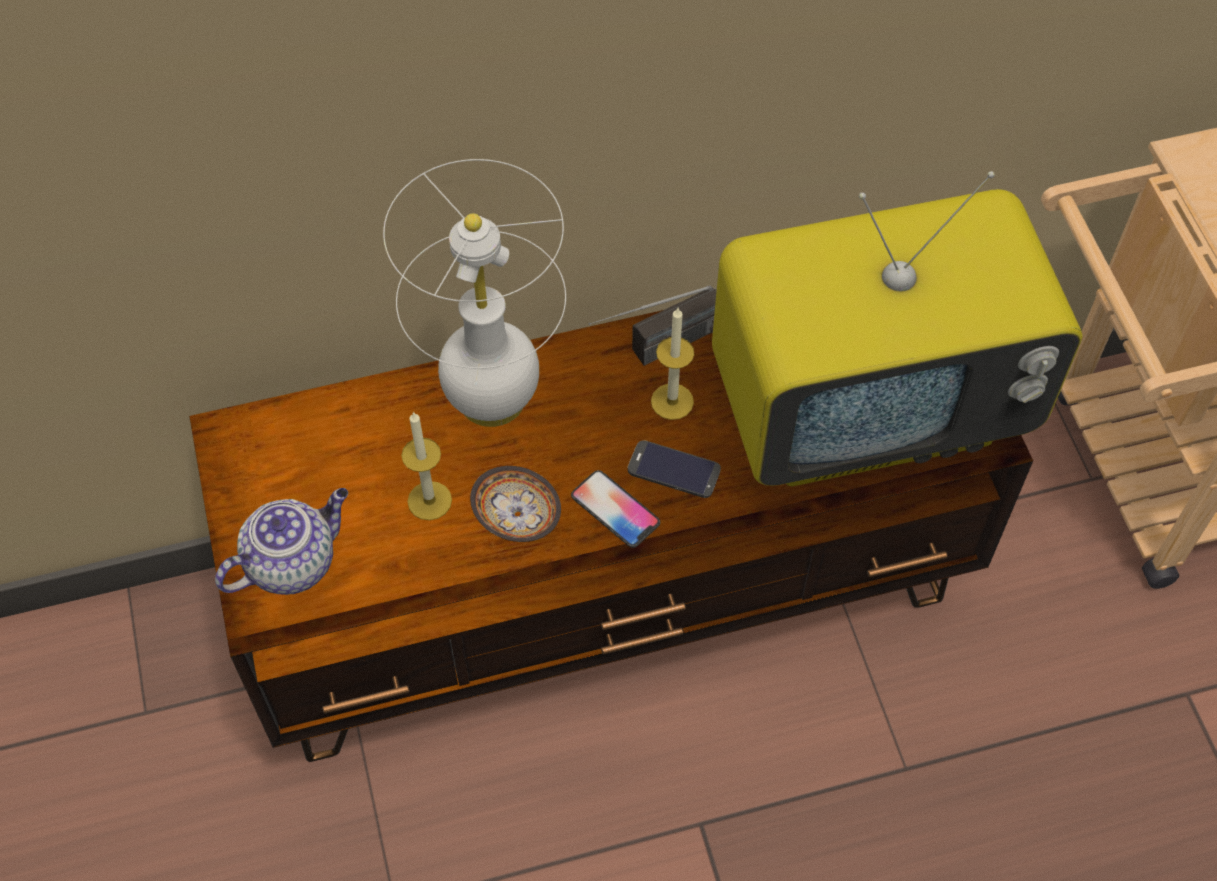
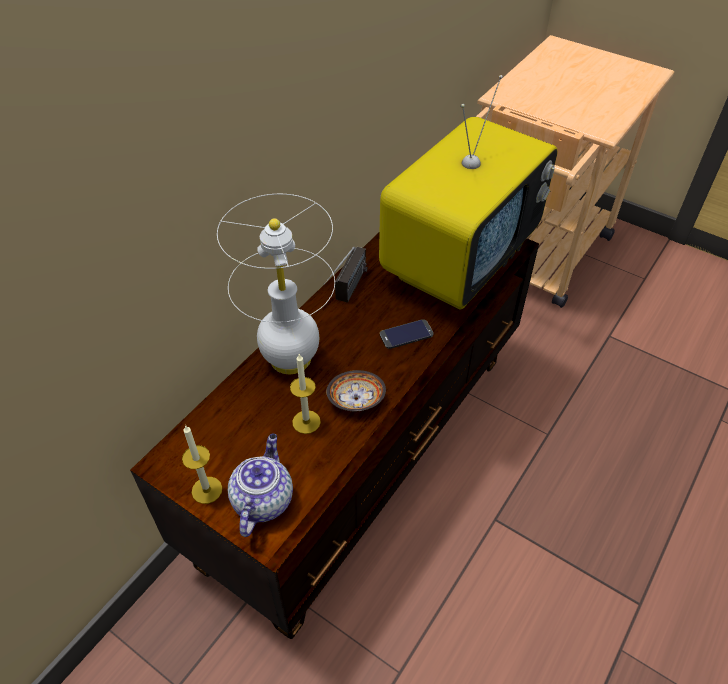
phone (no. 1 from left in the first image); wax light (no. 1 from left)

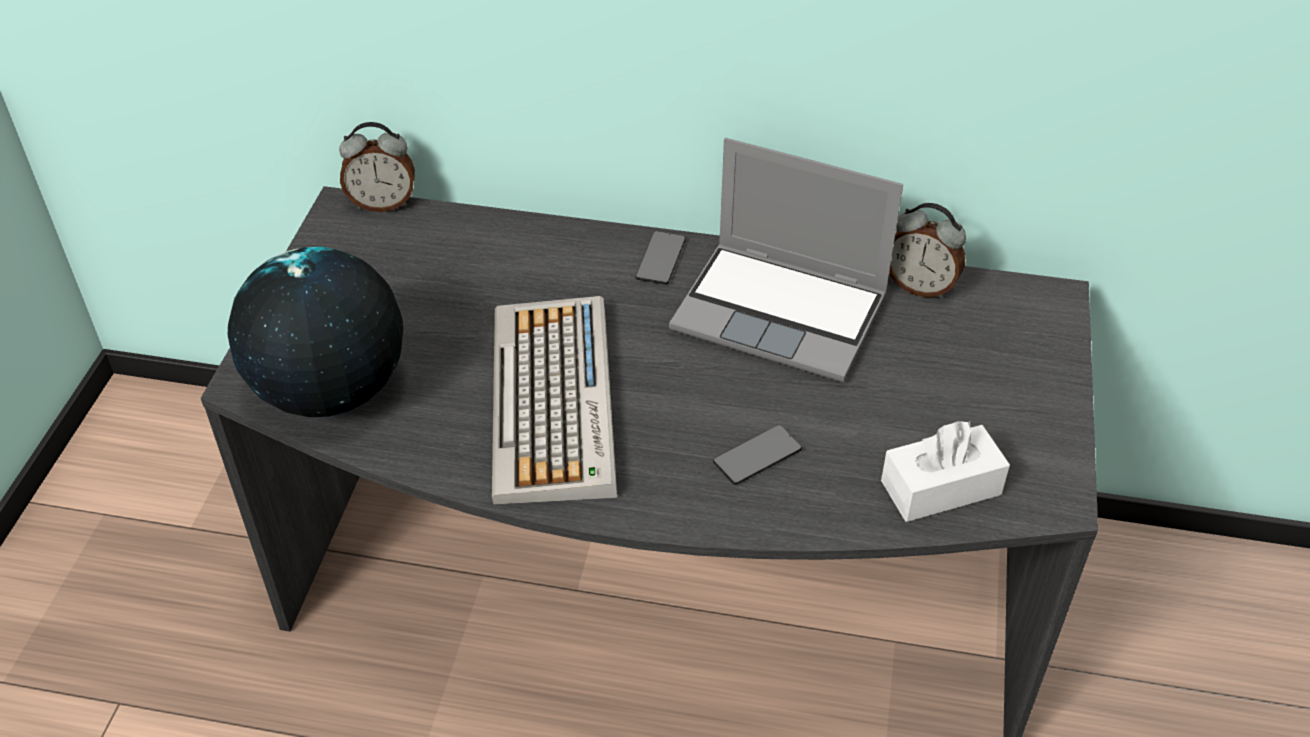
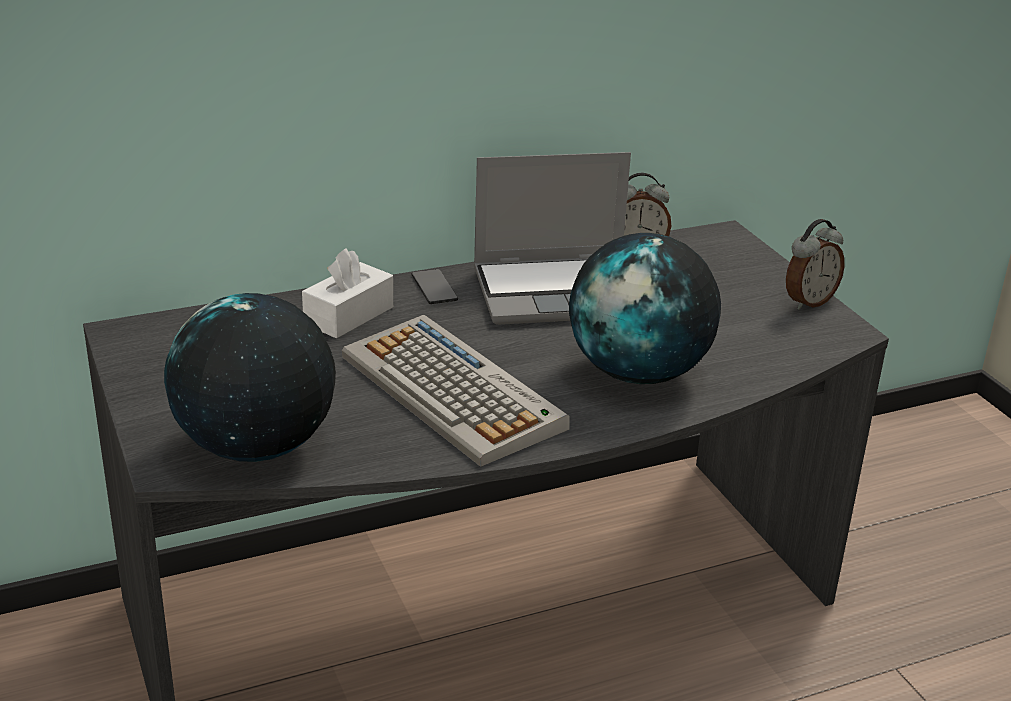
bedside clock (no. 2 from left); tissue holder in whitish; world globe (no. 2 from left)

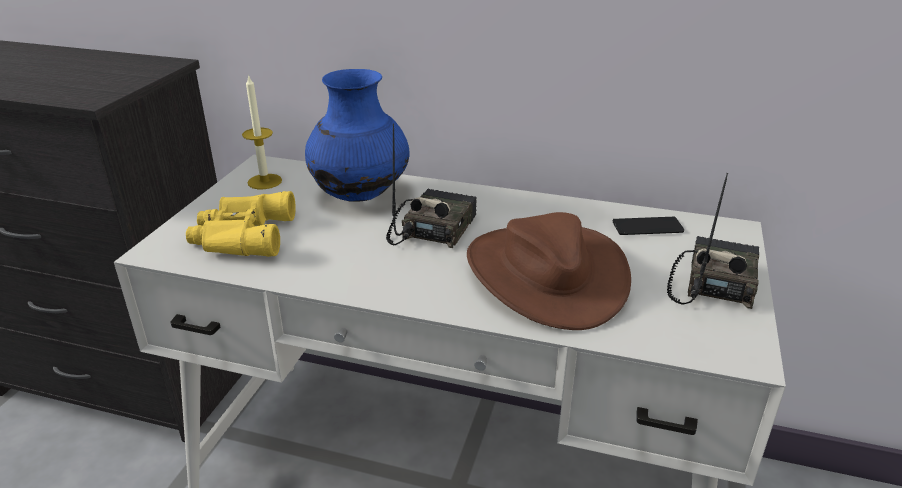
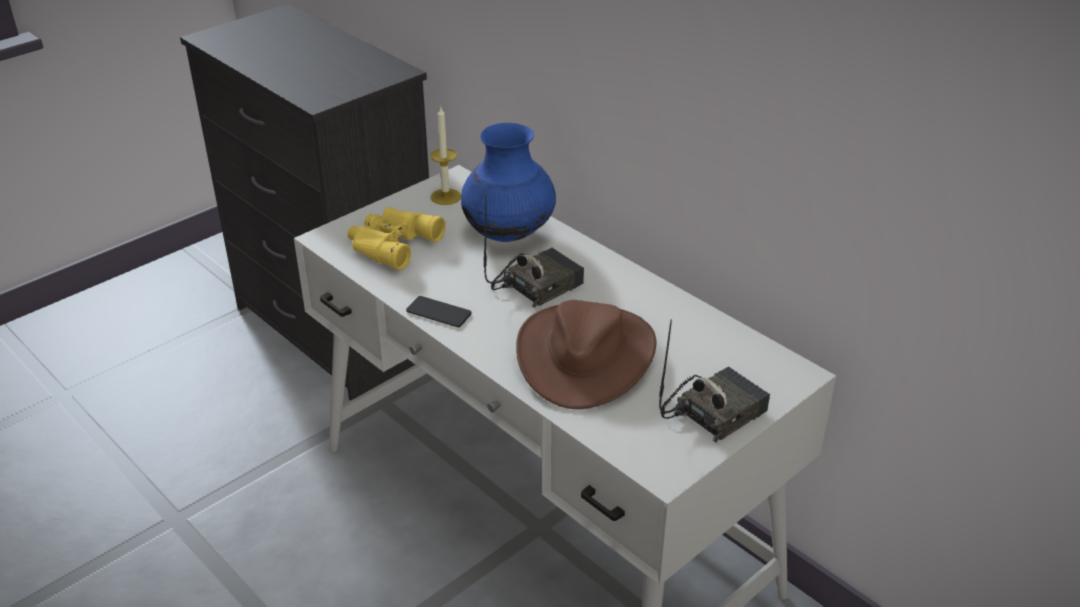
phone

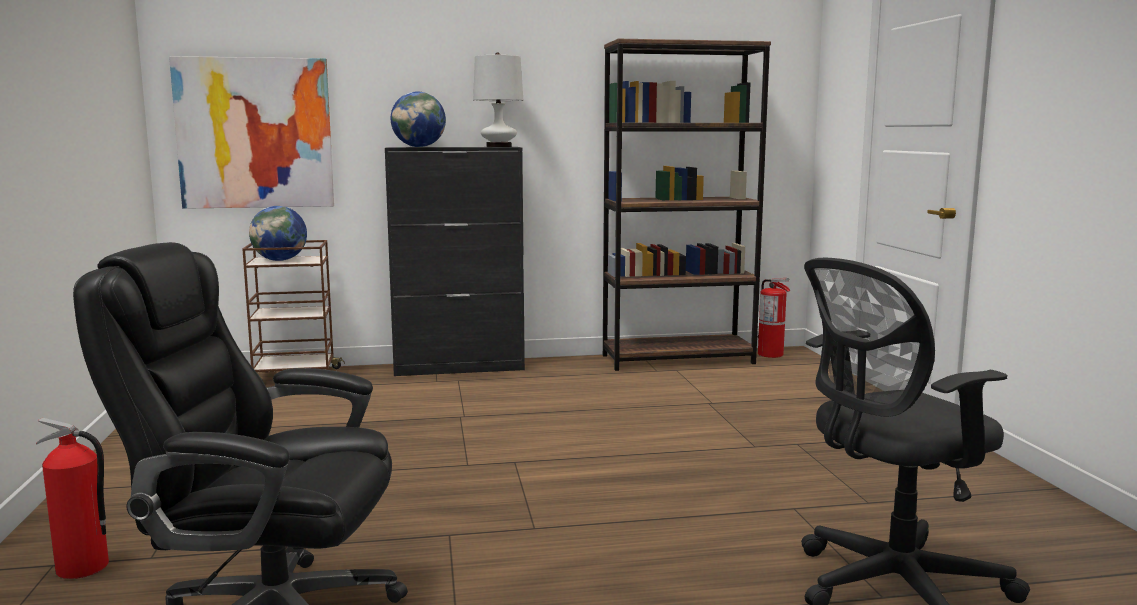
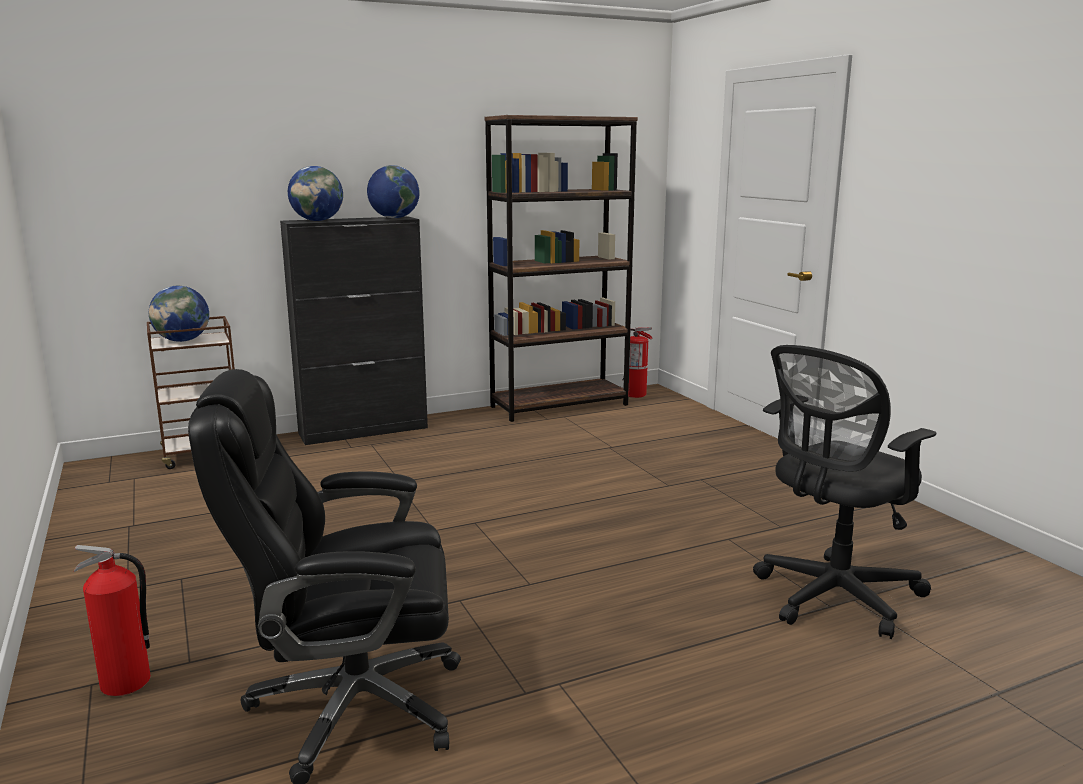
wall picture; world globe (no. 3 from left)

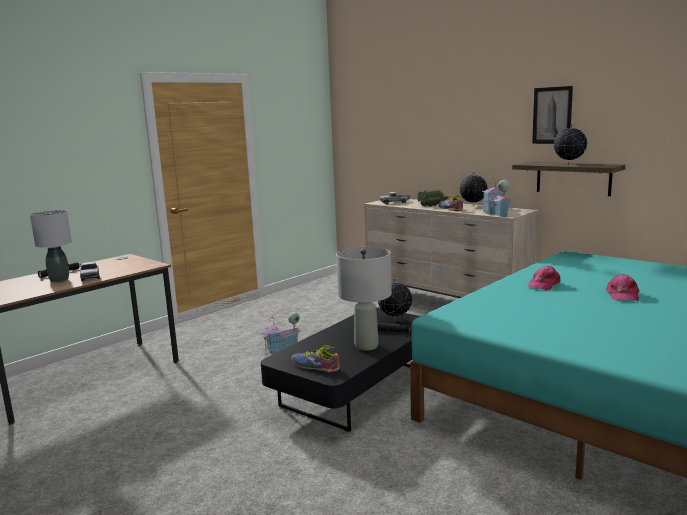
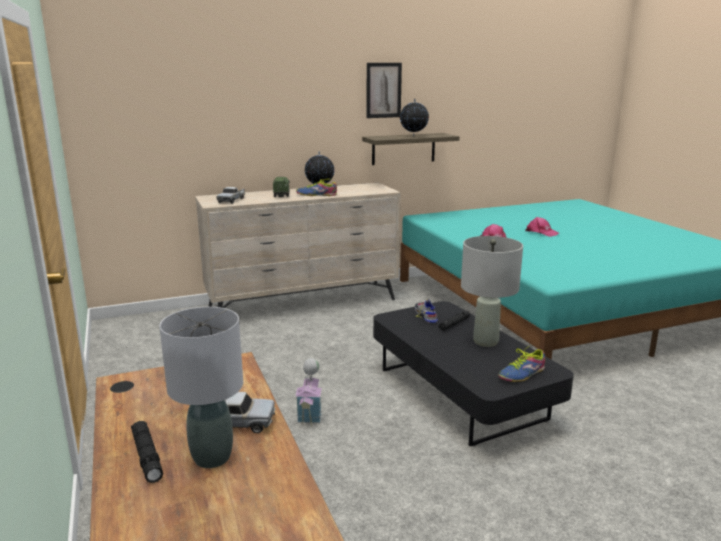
miniature house (no. 2 from left in the first image); low shoe (no. 2 from left)

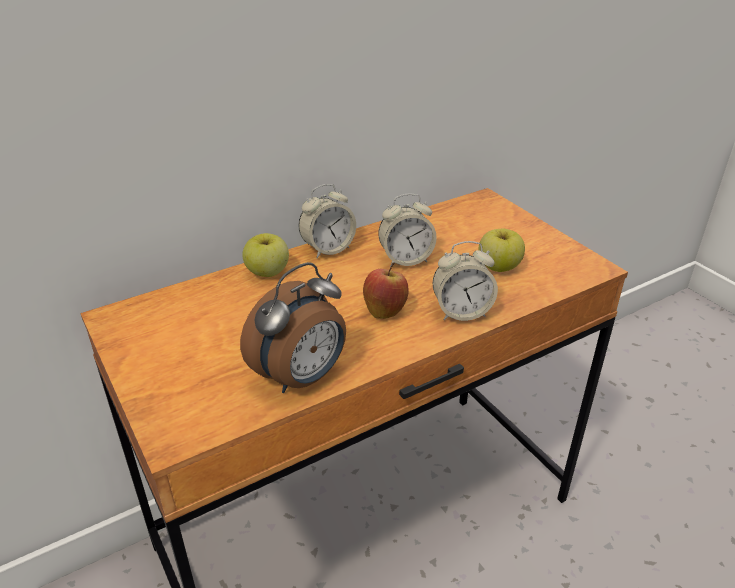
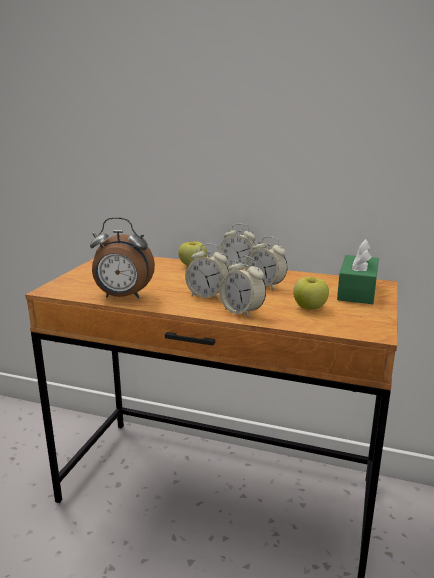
tissue holder in green-coloured; bedside clock (no. 2 from left)

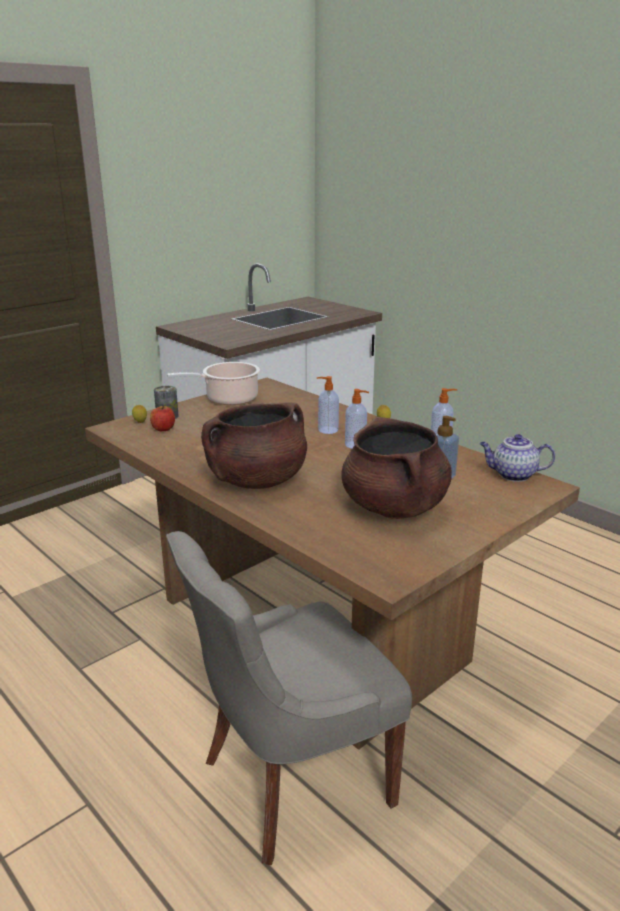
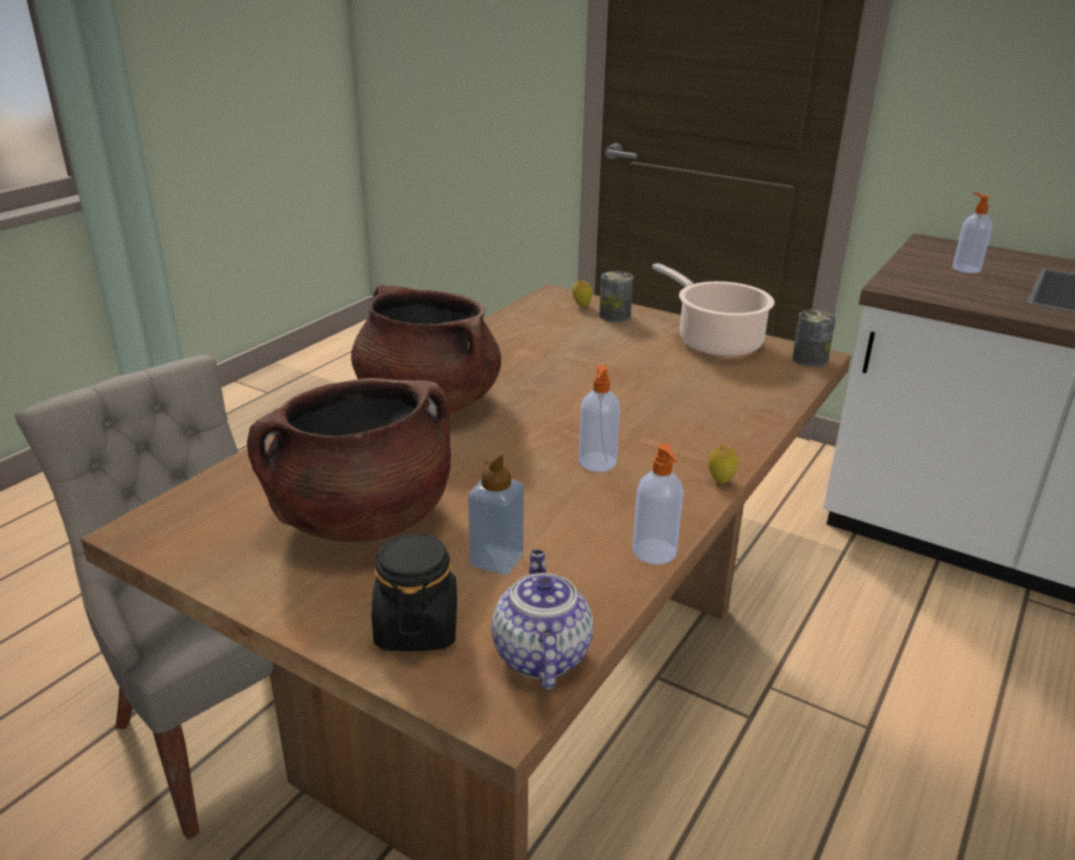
apple fruit; jar in black; can (no. 2 from left); soap dispenser (no. 4 from left)

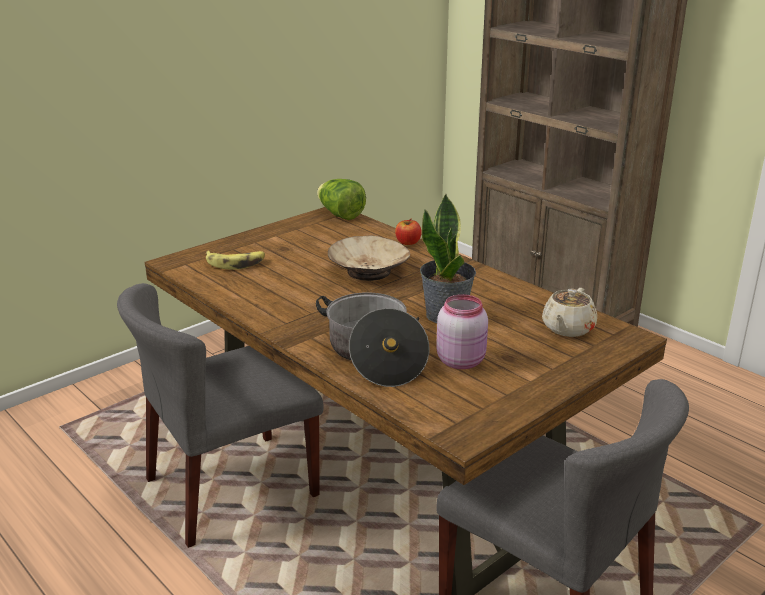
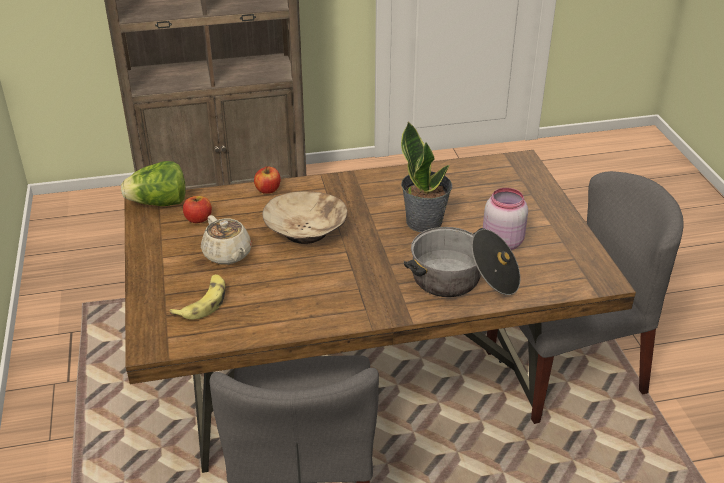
apple fruit (no. 1 from left); tea pot in beige-coloured

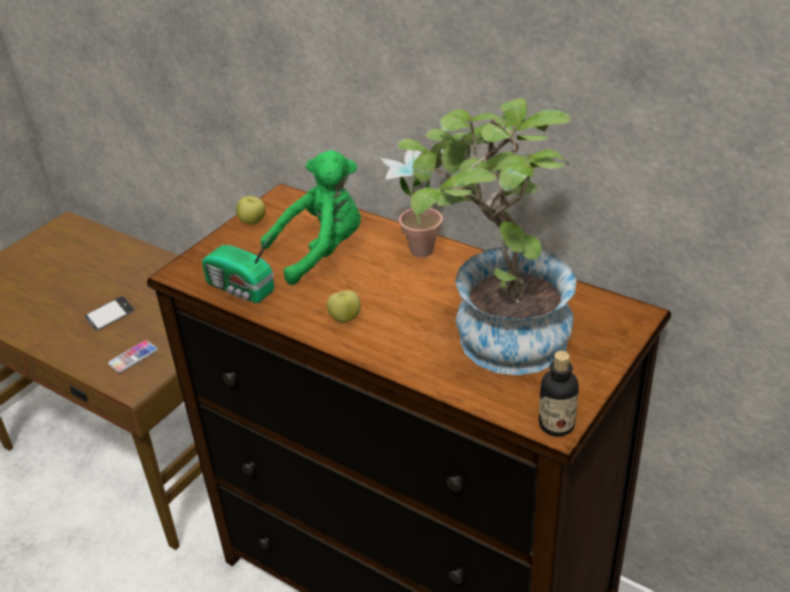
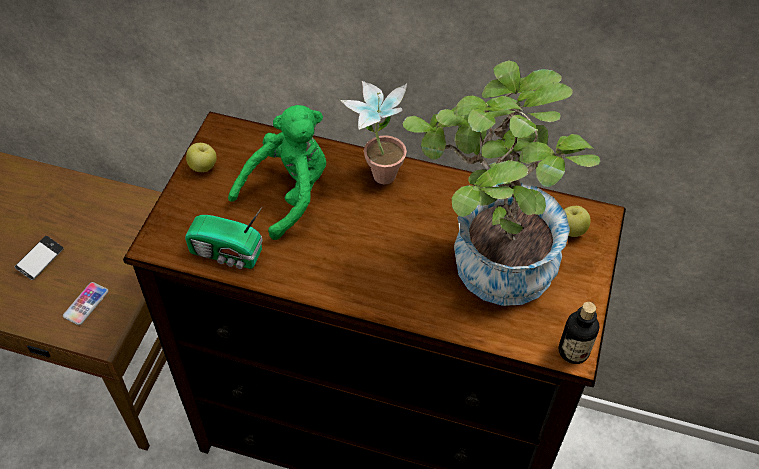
apple fruit (no. 2 from left)

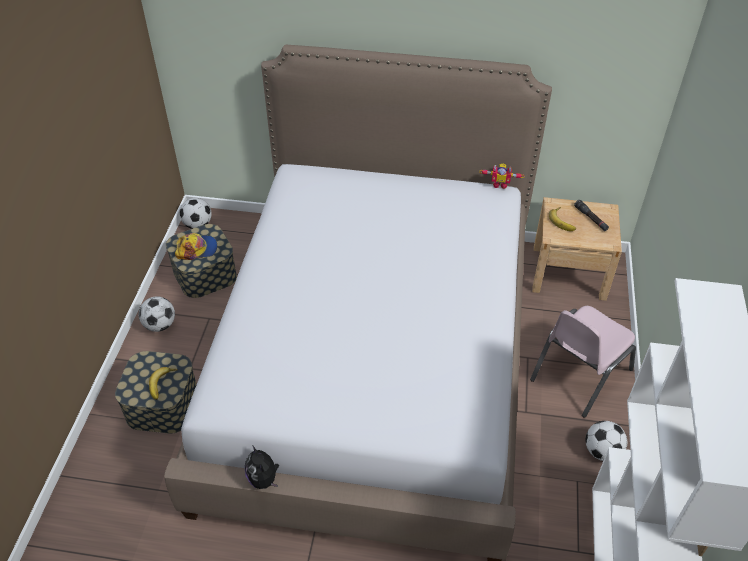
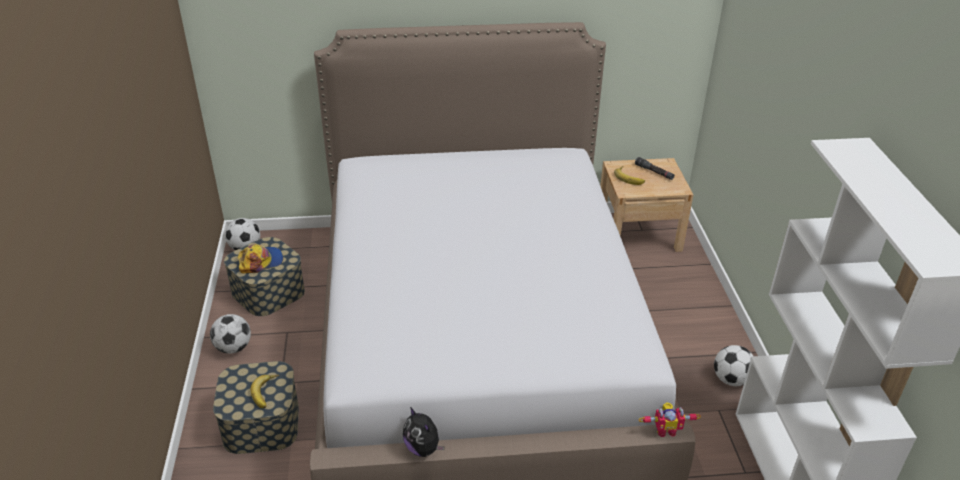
chair in pinkish; robot figure

